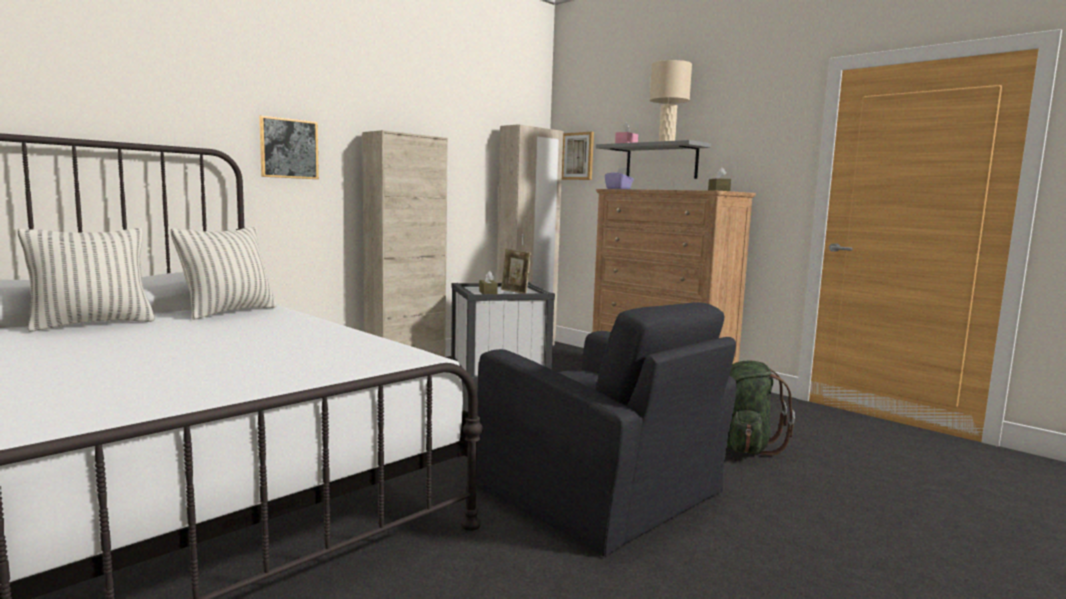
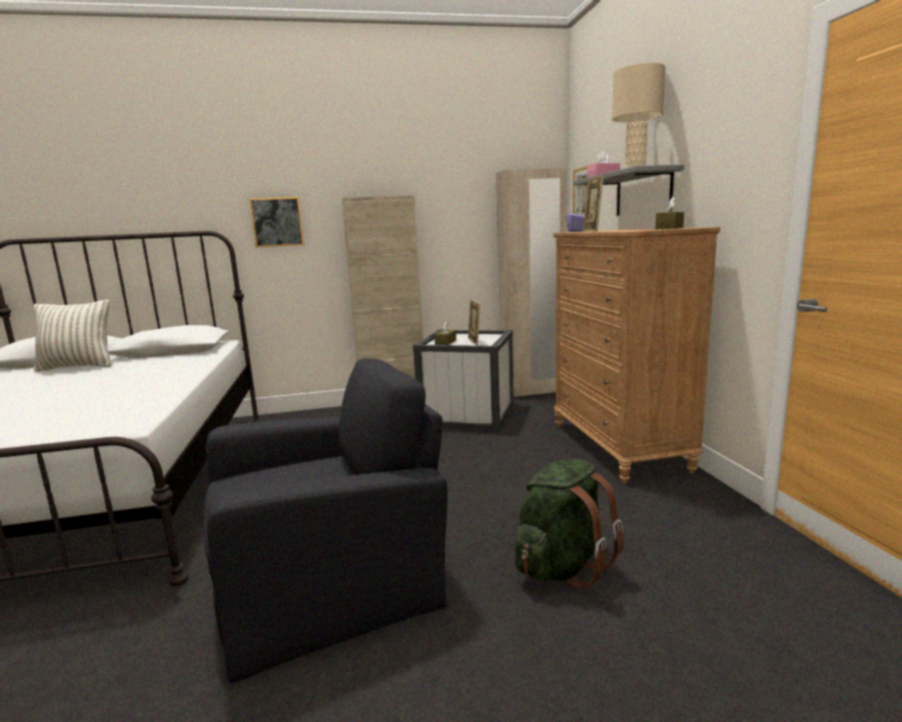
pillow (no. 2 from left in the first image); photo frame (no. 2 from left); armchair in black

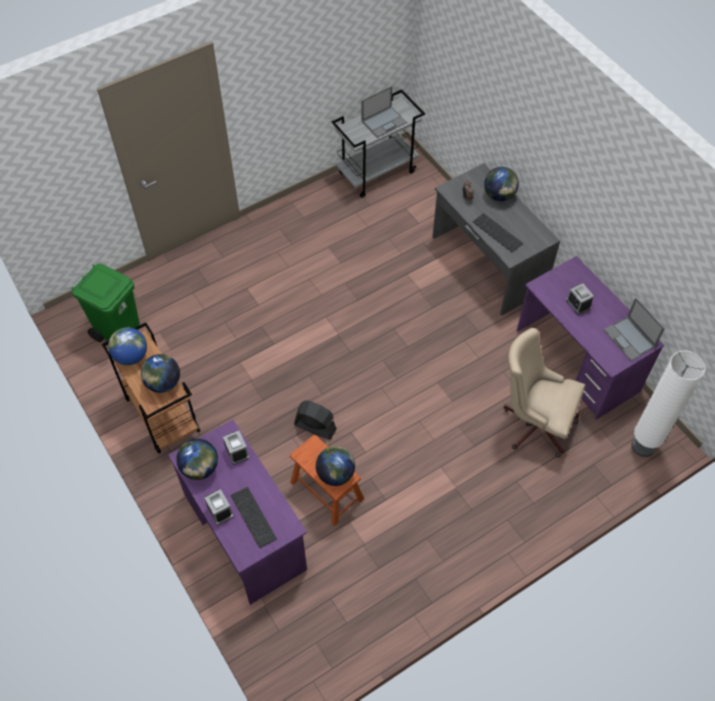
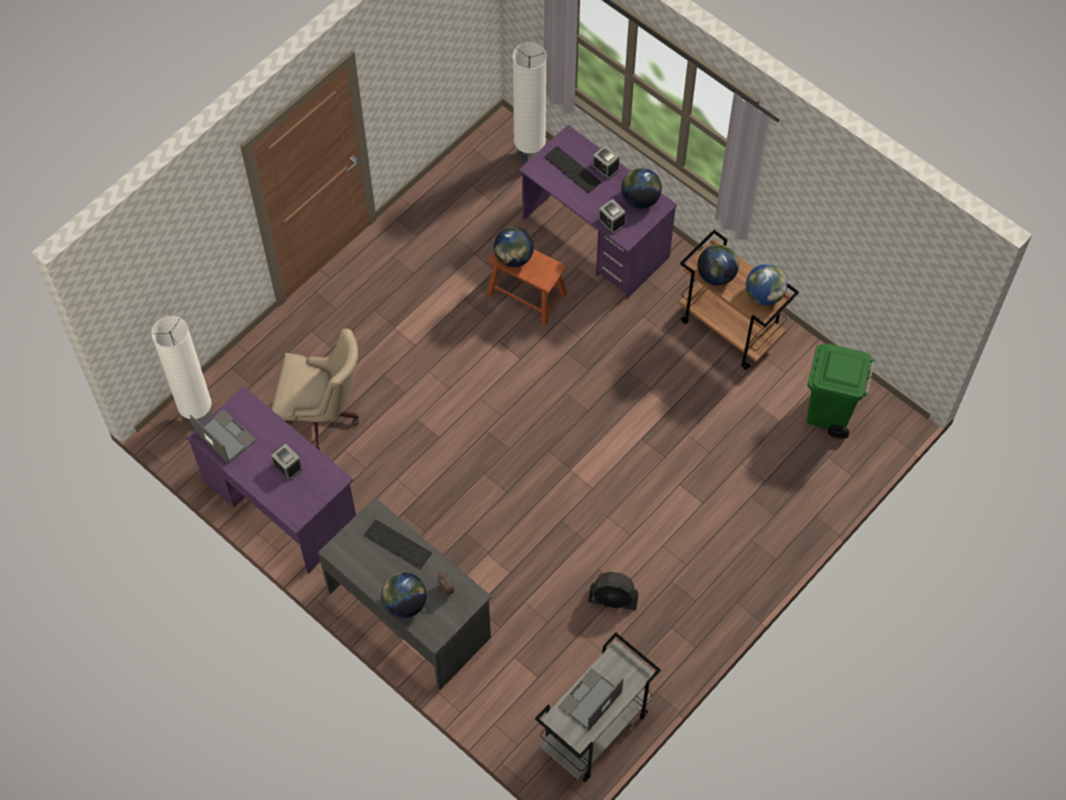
floor lamp in whitish (no. 2 from left); electric fan in black

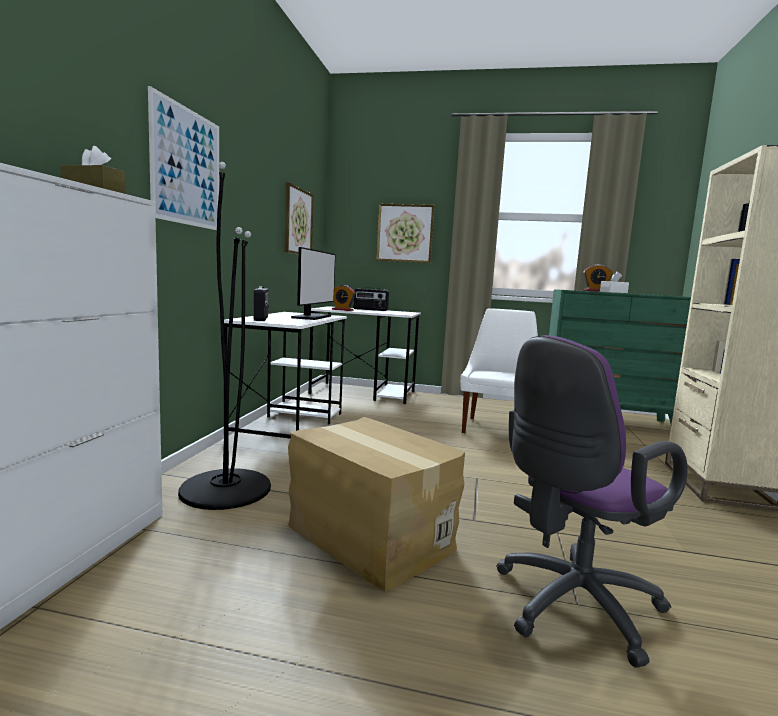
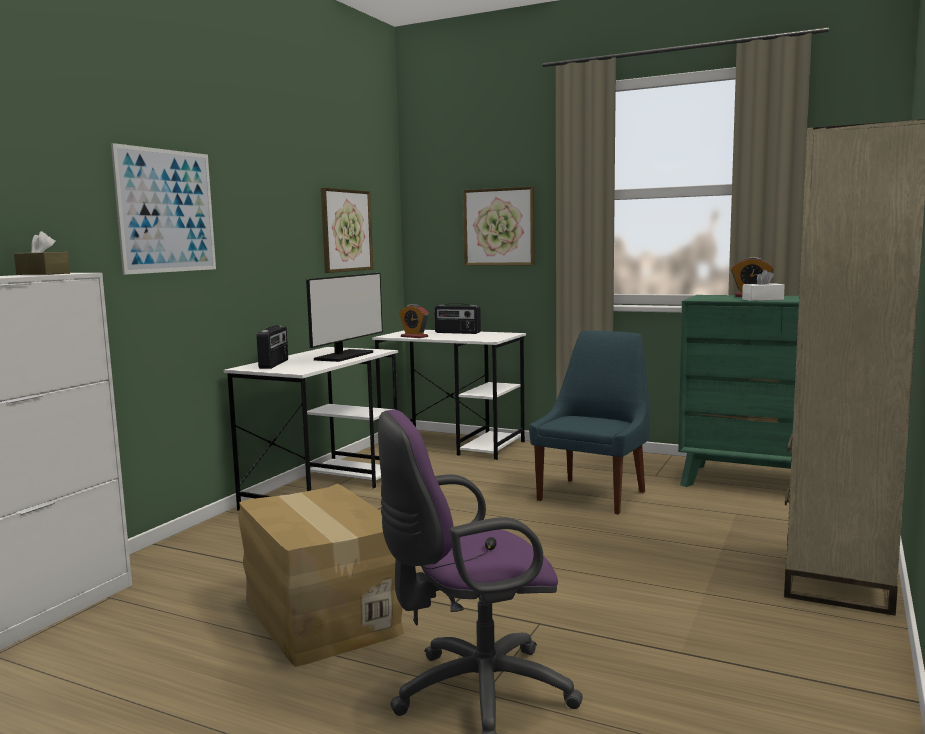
floor lamp in black; chair in blue

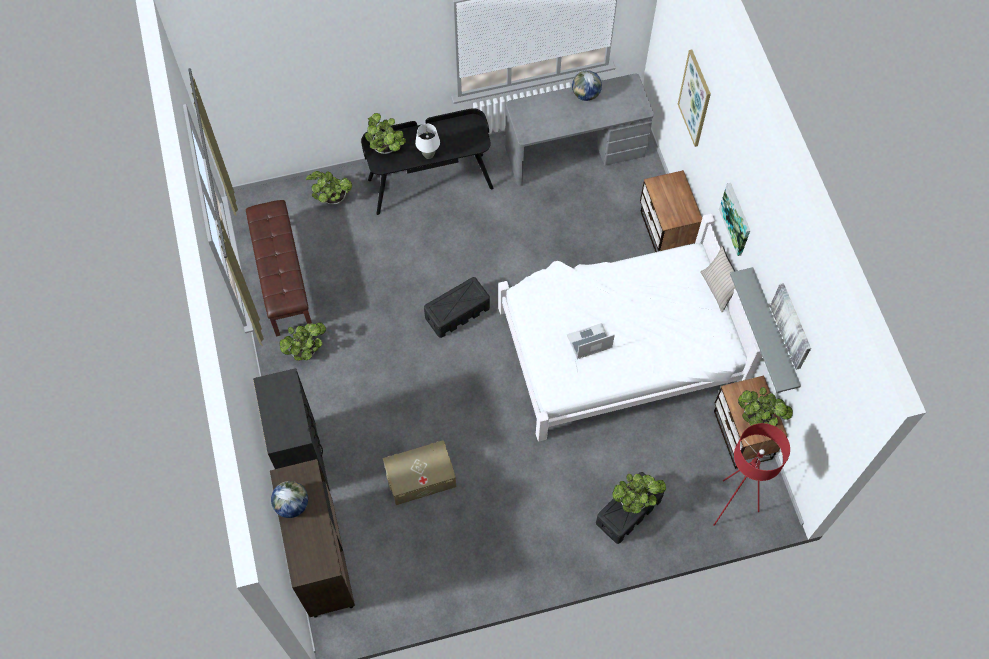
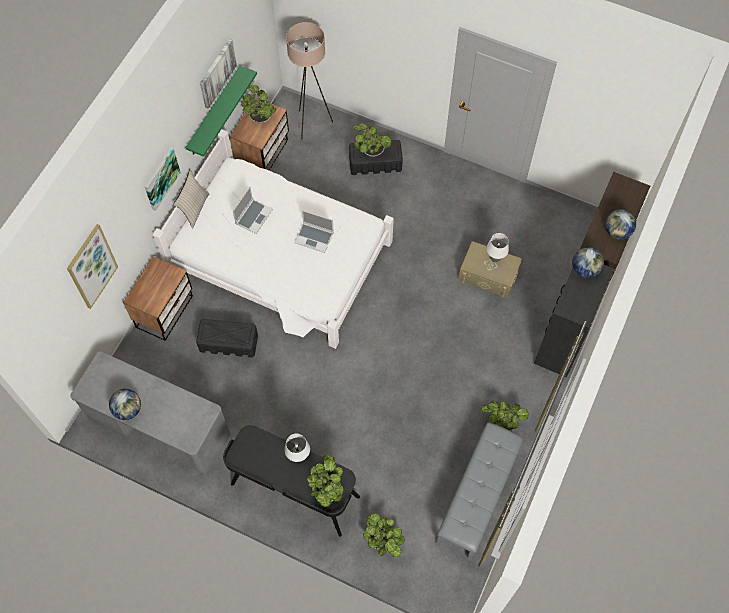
laptop (no. 1 from left); tabletop lamp in whitish (no. 2 from left); world globe (no. 2 from left); storage container in black (no. 1 from left); long seat in greyish; floor lamp in beige-coloured; wall shelf in green-coloured

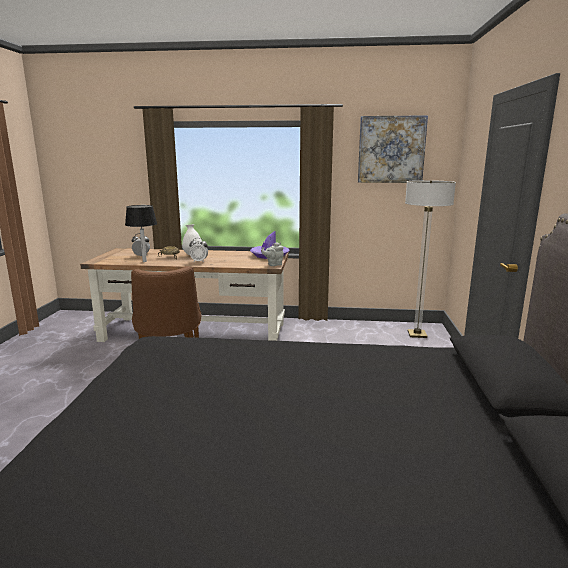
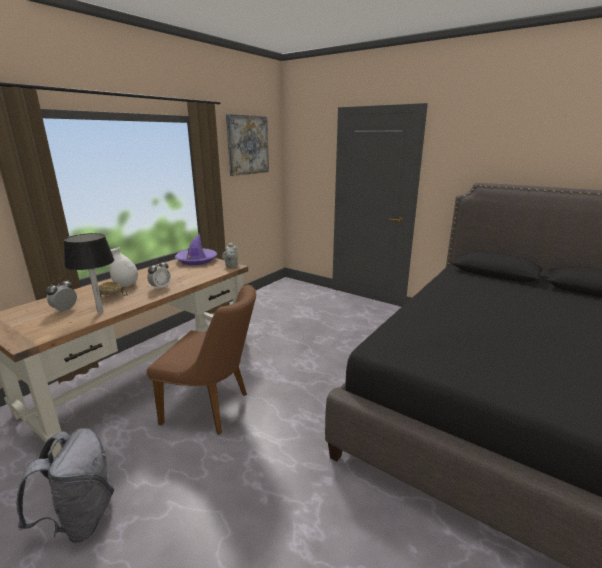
floor lamp; knapsack in greyish

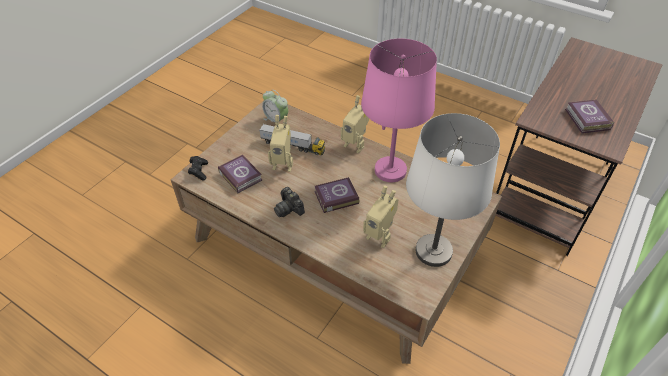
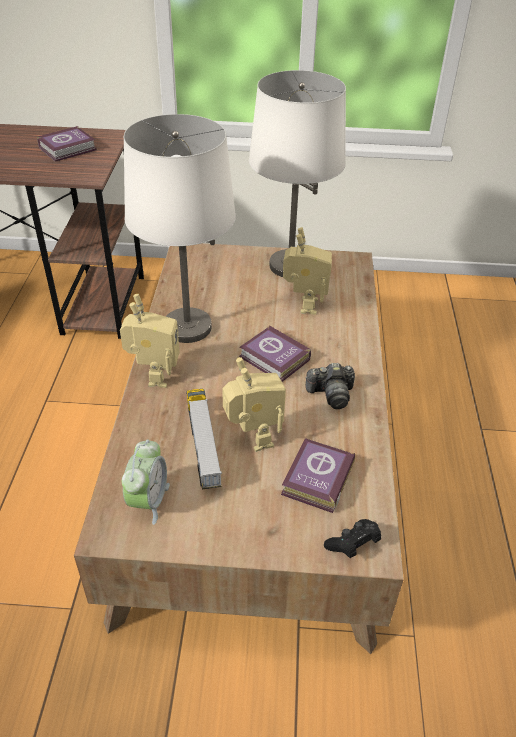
tabletop lamp in whitish (no. 1 from left); photo camera

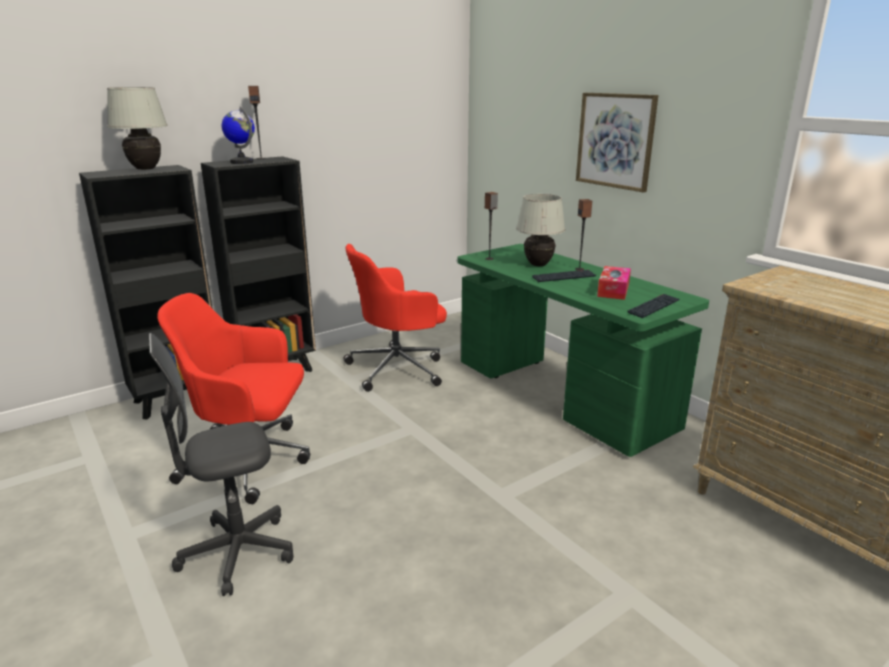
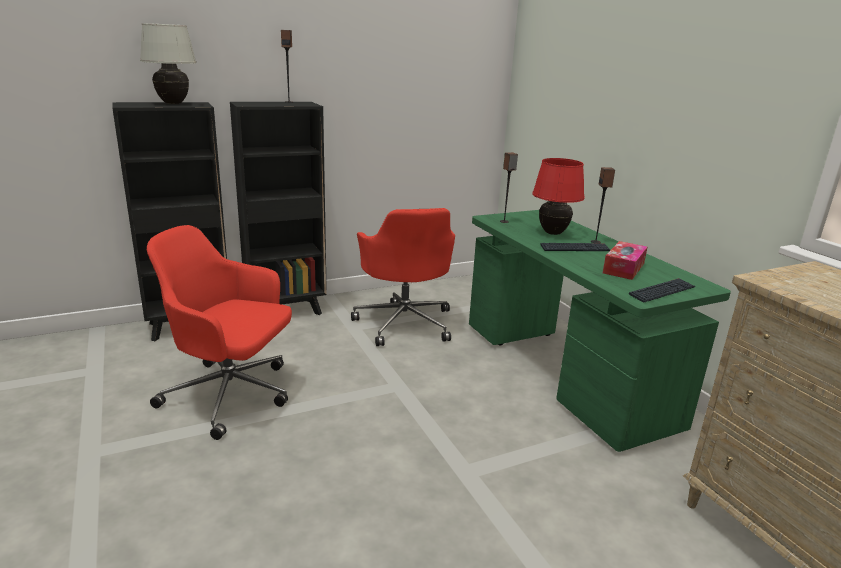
desk chair in greyish; world globe; wall picture; tabletop lamp in red-coloured; desk chair in red-coloured (no. 2 from left)

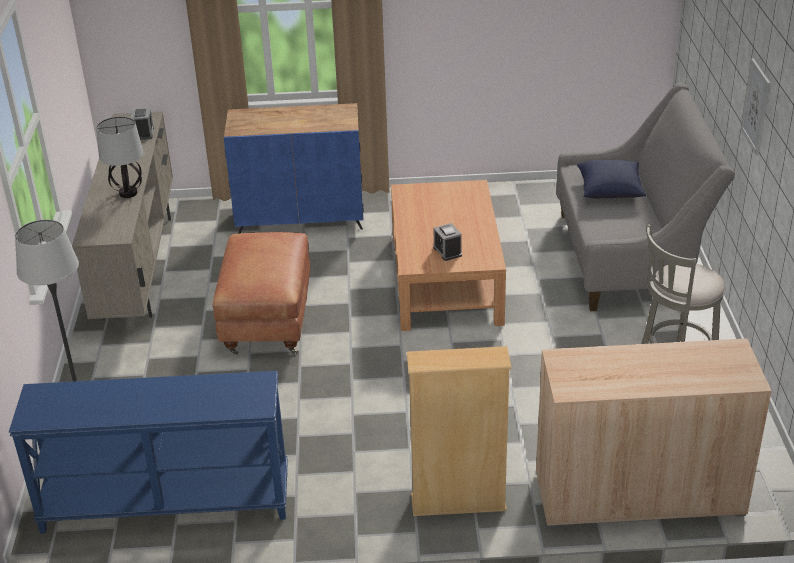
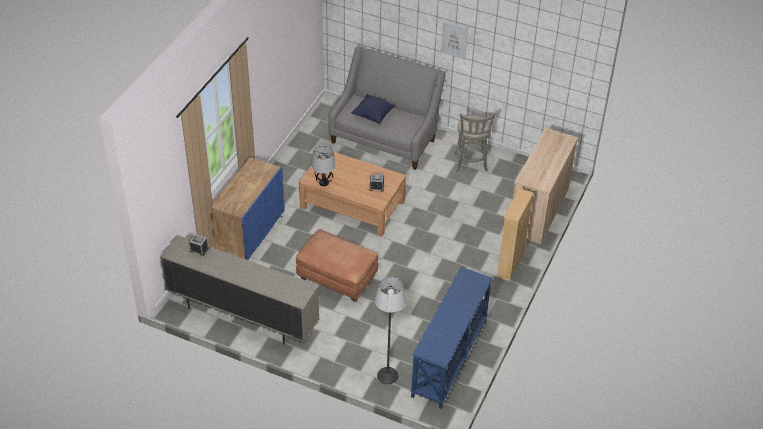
tabletop lamp

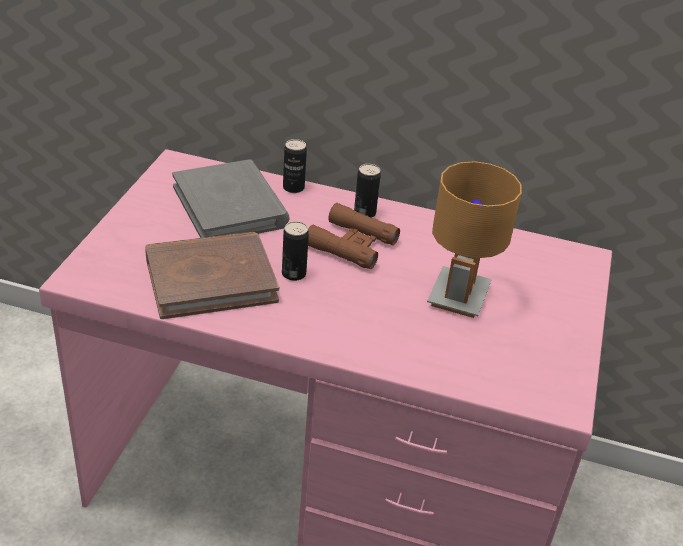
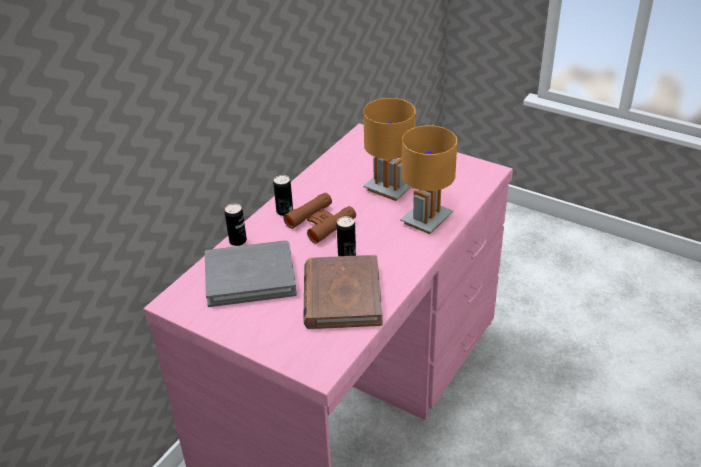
tabletop lamp in brown-coloured (no. 2 from left)

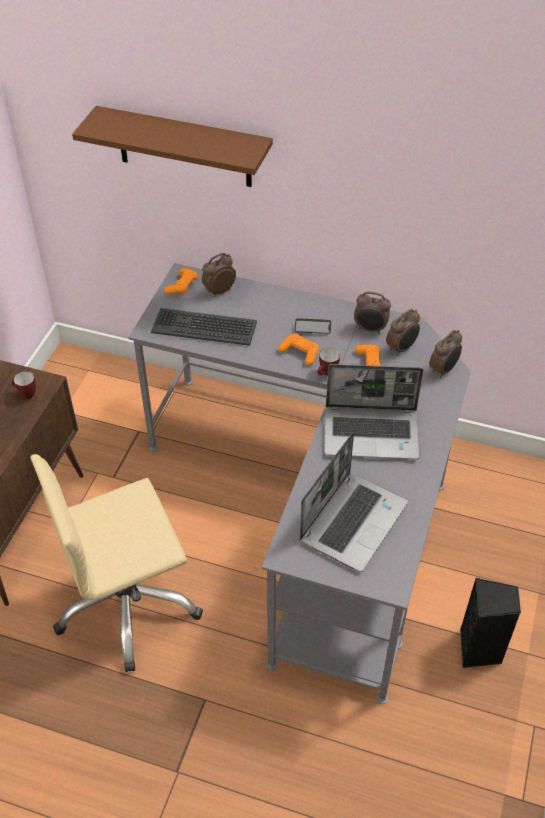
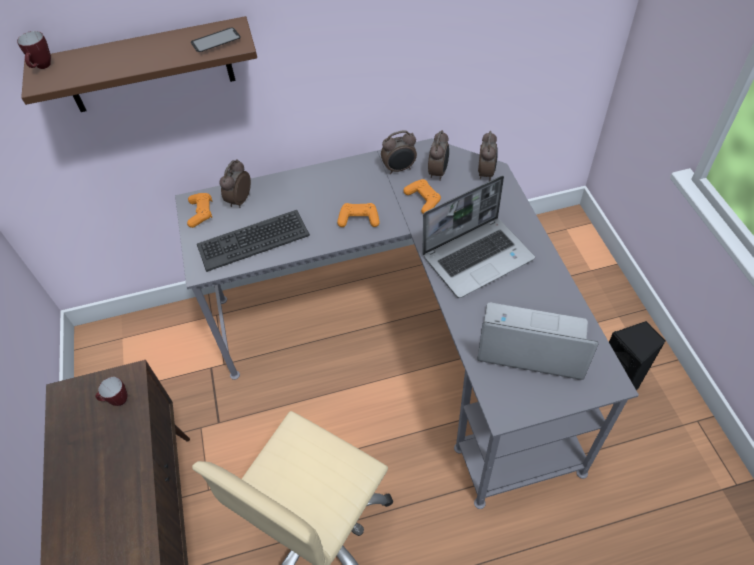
phone; coffee mug (no. 1 from left); laptop (no. 2 from left)

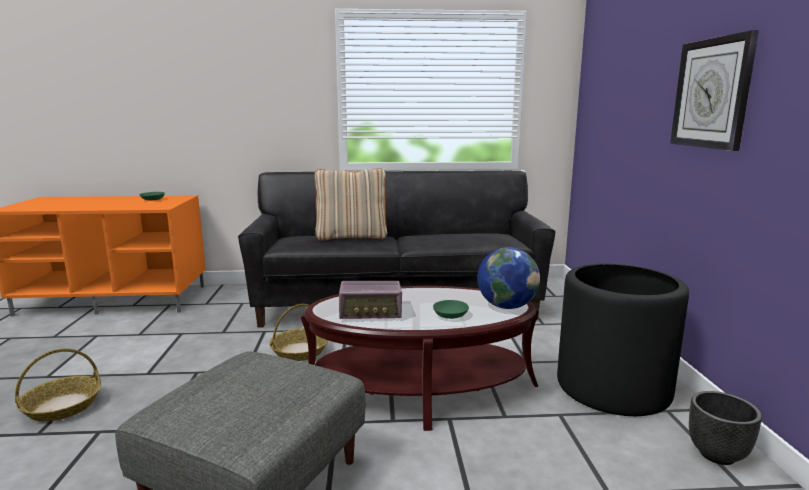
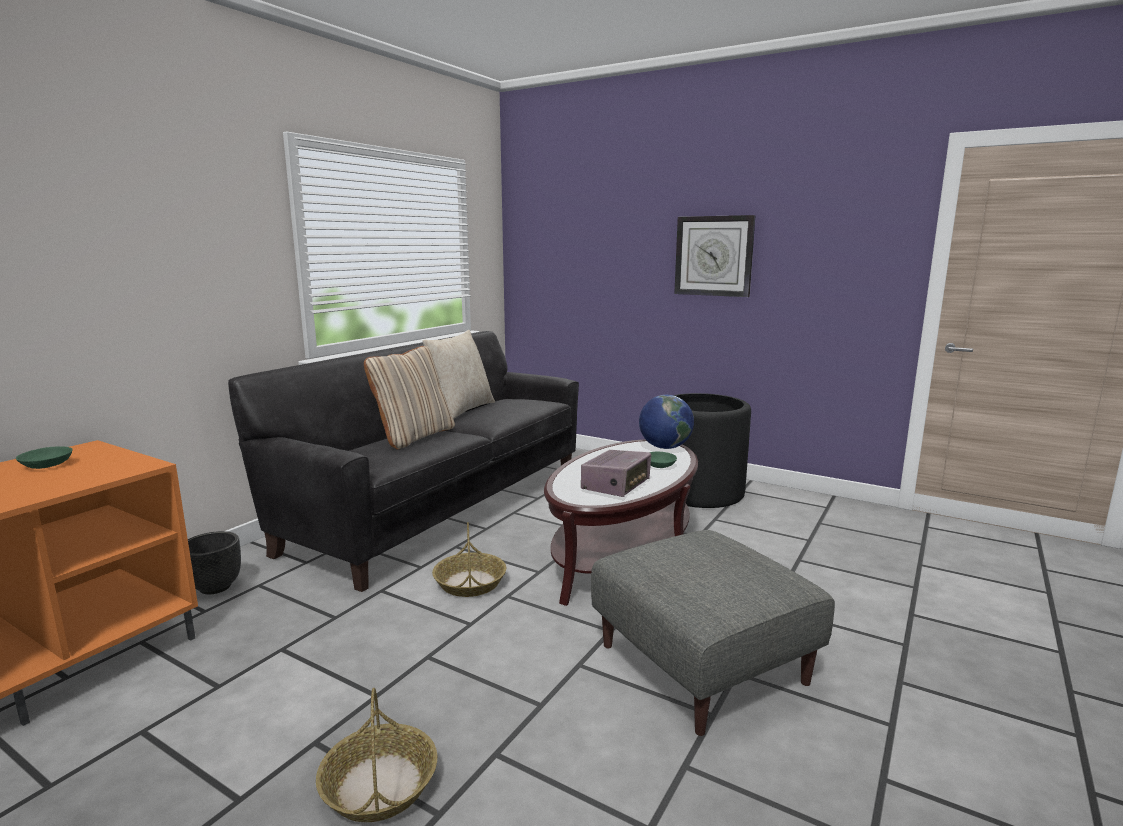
pillow in beige-coloured (no. 2 from left); planter in black (no. 1 from left)

